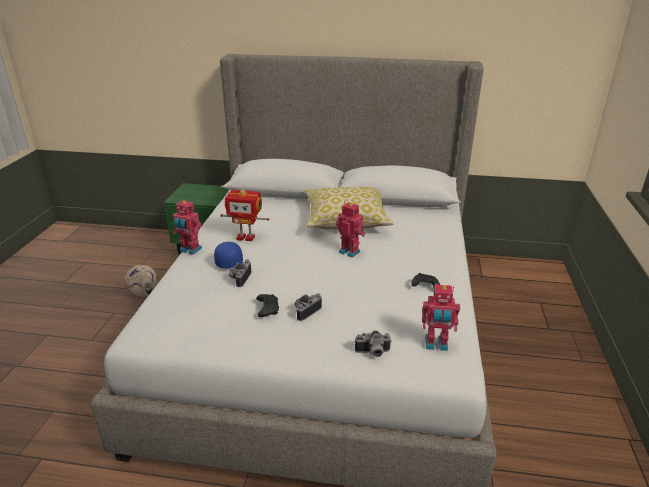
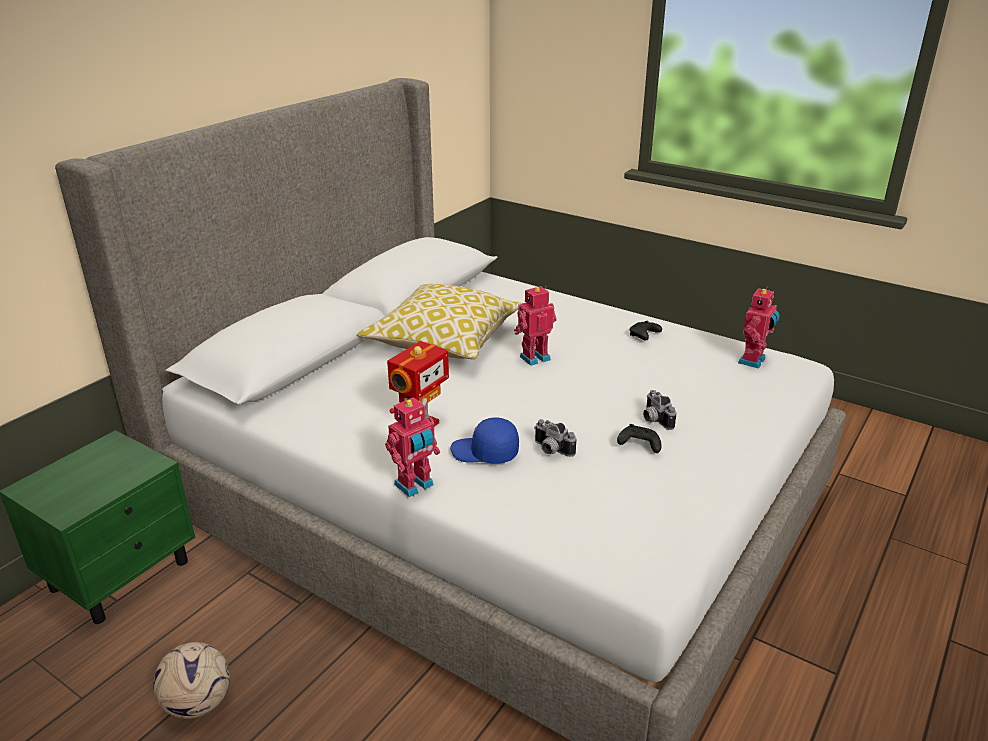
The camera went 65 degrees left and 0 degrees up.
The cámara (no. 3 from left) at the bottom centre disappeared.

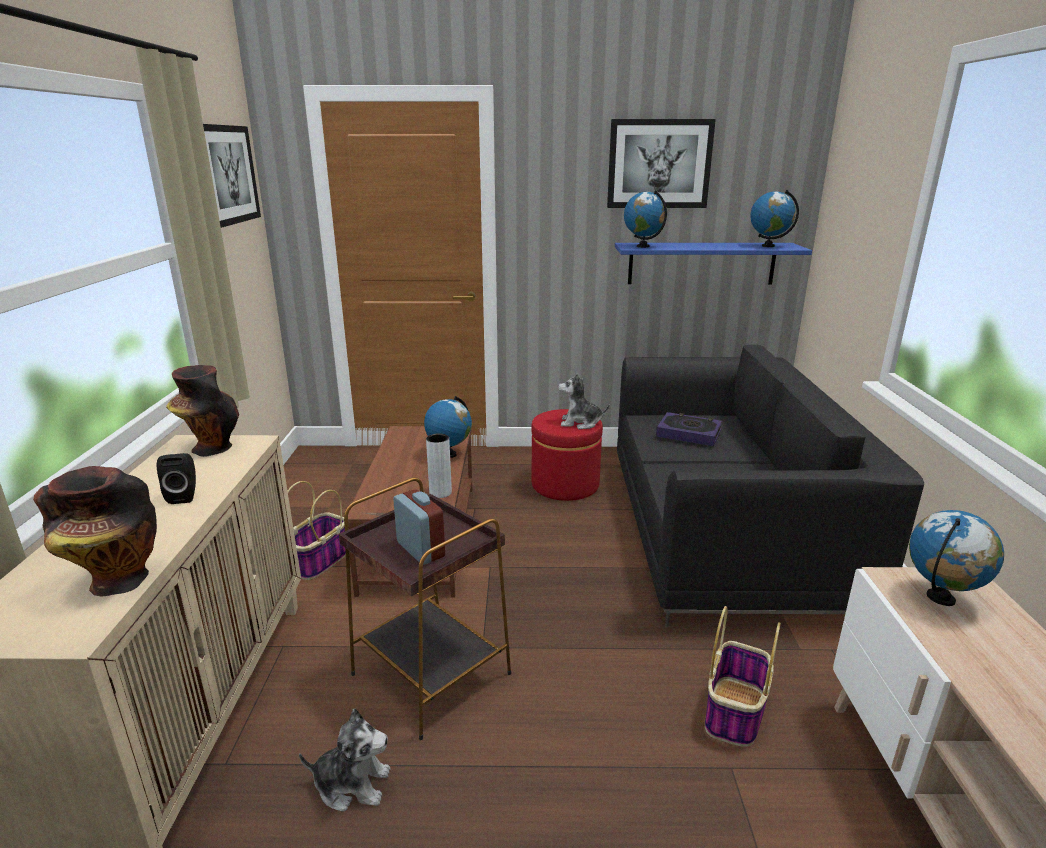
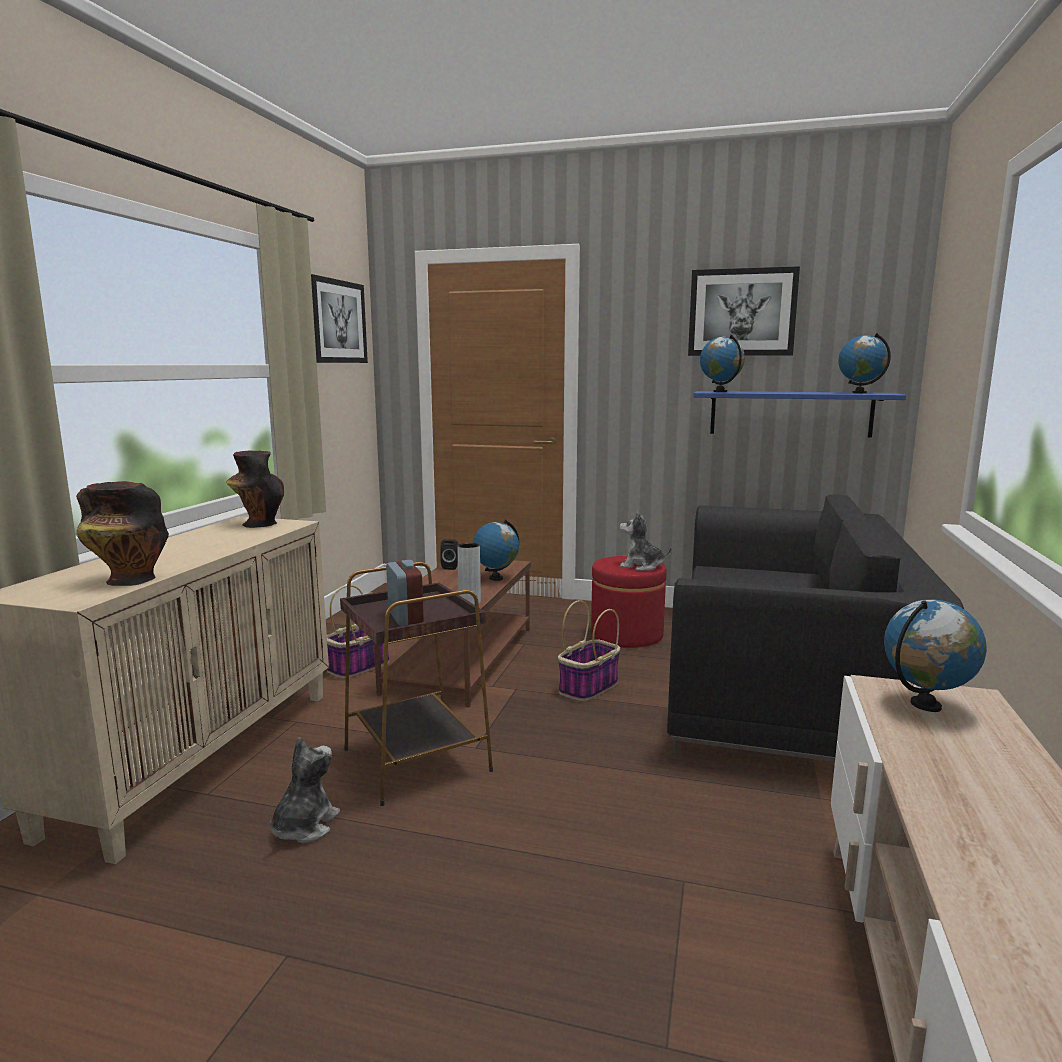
The camera went 15 degrees right and 10 degrees down.
The peluche (no. 1 from left) at the bottom left turned 90 degrees counterclockwise.
The altavoz [negro] moved from the middle left to the centre.
The cesta (no. 2 from left) moved from the bottom right to the centre.
The libro at the centre disappeared.

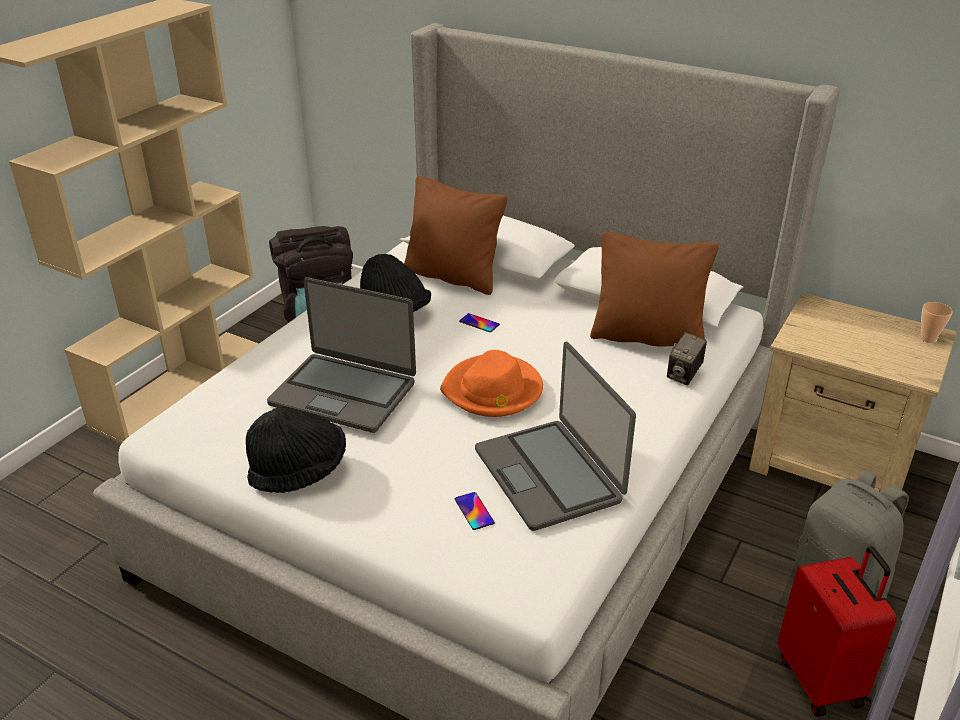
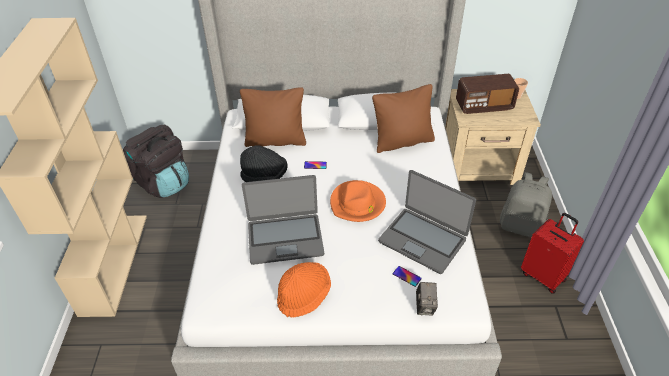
The camera went 30 degrees left and 10 degrees up.
The sombrero [negro] (no. 1 from left) at the middle left became the sombrero [naranja] (no. 1 from left) at the bottom centre.
The cámara moved from the middle right to the bottom centre.
The radio at the top right appeared.

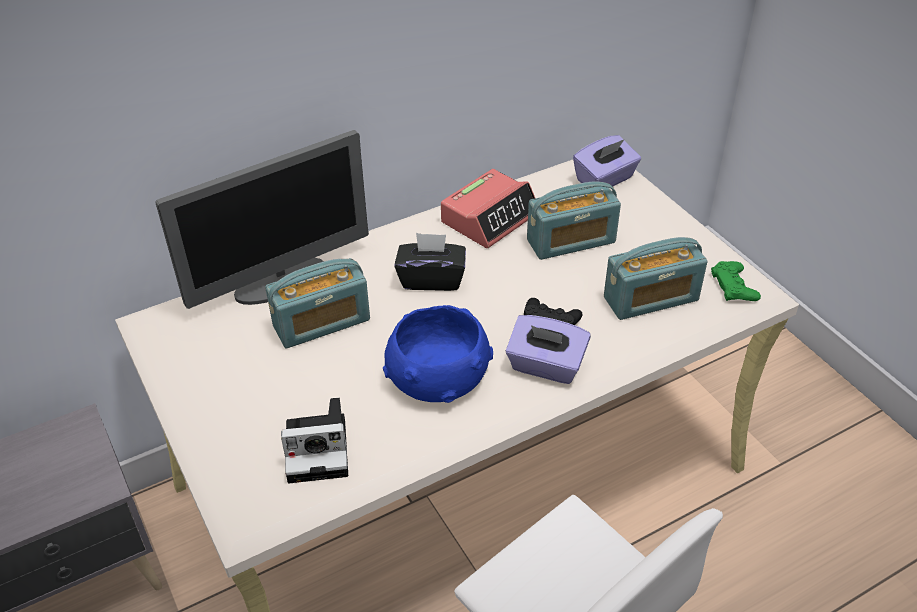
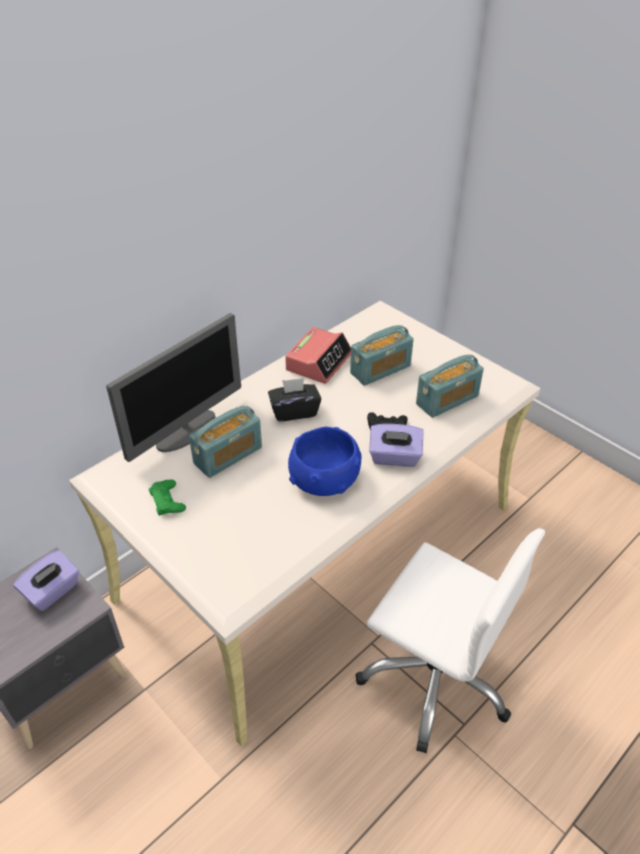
The camera went 15 degrees left and 0 degrees up.
The caja de pañuelos [morado] (no. 2 from left in the first image) moved from the top centre to the bottom left.
The mando de consola [verde] moved from the middle right to the middle left.
The cámara at the bottom centre disappeared.

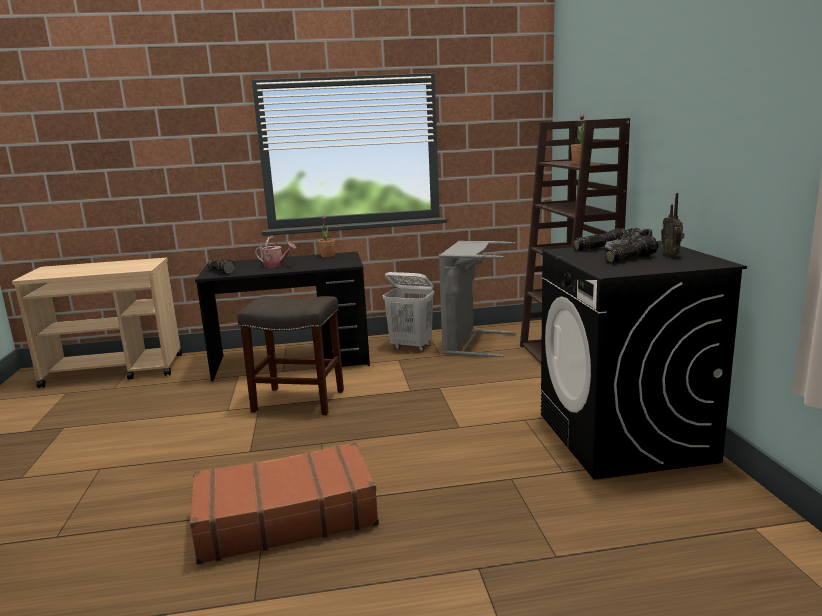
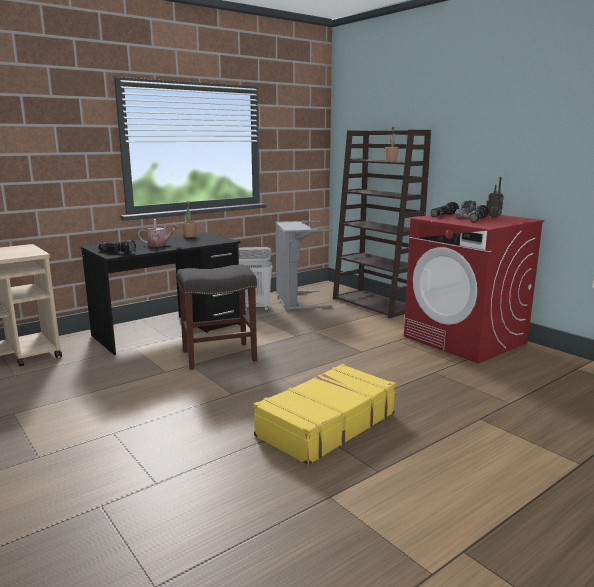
The camera went 30 degrees left and 0 degrees up.
The maleta [marrón] at the bottom centre became the maleta [amarillo] at the bottom centre.
The lavadora [negro] at the middle right became the lavadora [rojo] at the middle right.

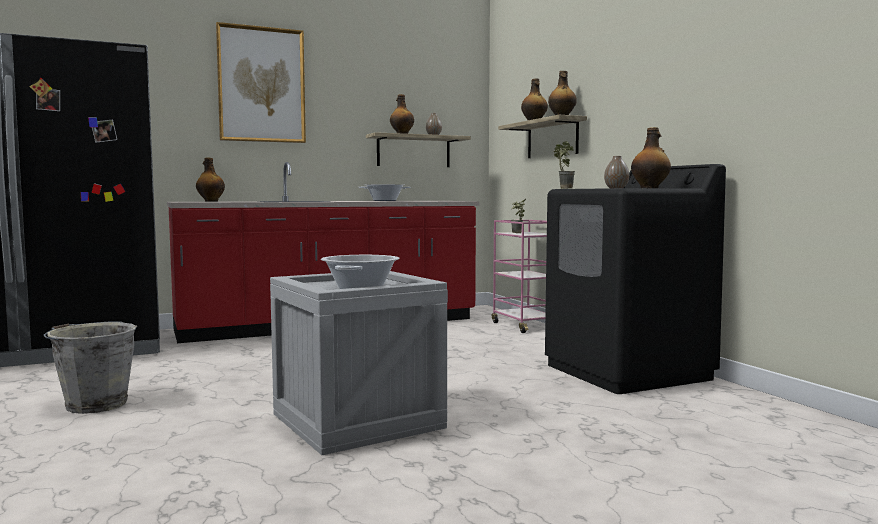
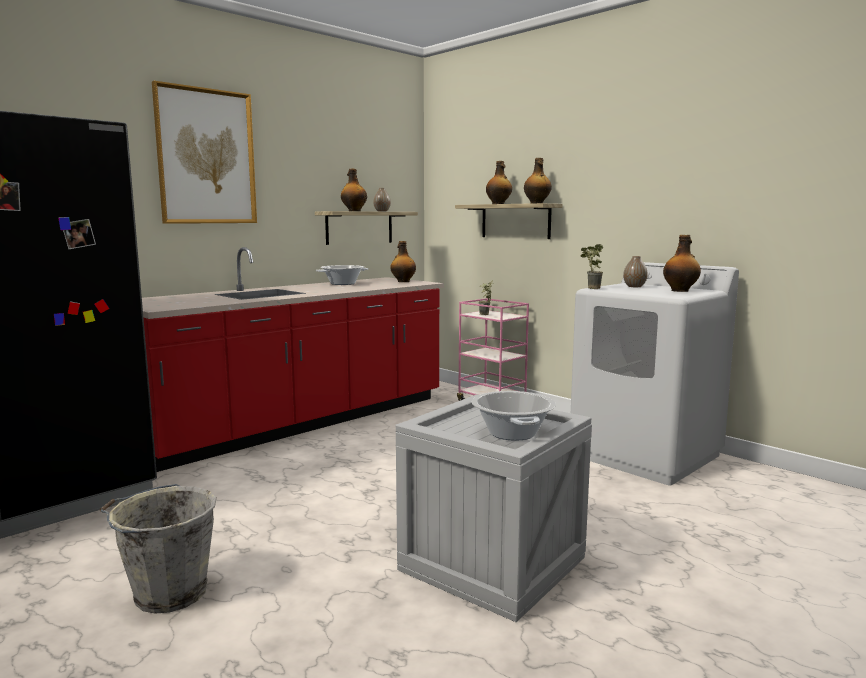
The camera went 20 degrees left and 5 degrees up.
The botella (no. 1 from left in the first image) moved from the middle left to the centre.
The lavadora [negro] at the middle right became the lavadora [blanco] at the middle right.

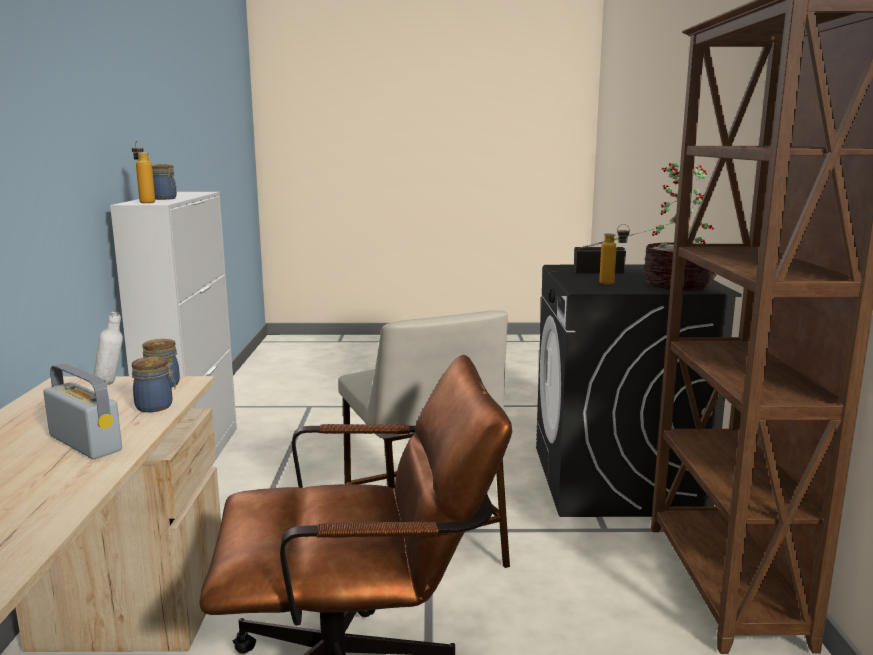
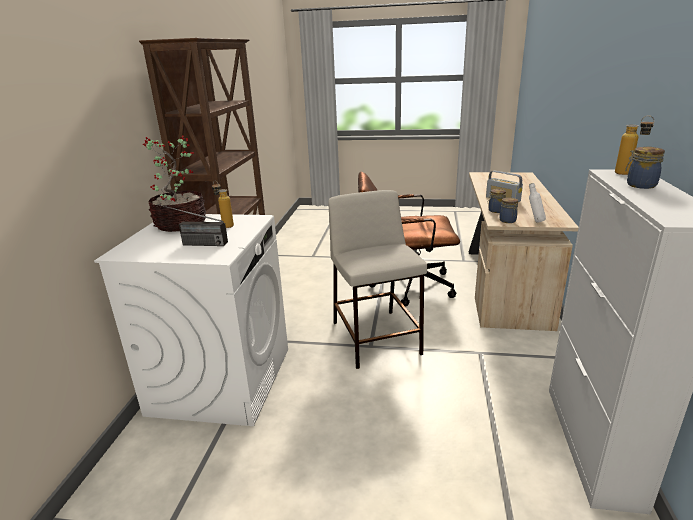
The camera went 170 degrees left and 10 degrees up.
The lavadora [negro] at the middle right became the lavadora [blanco] at the middle left.

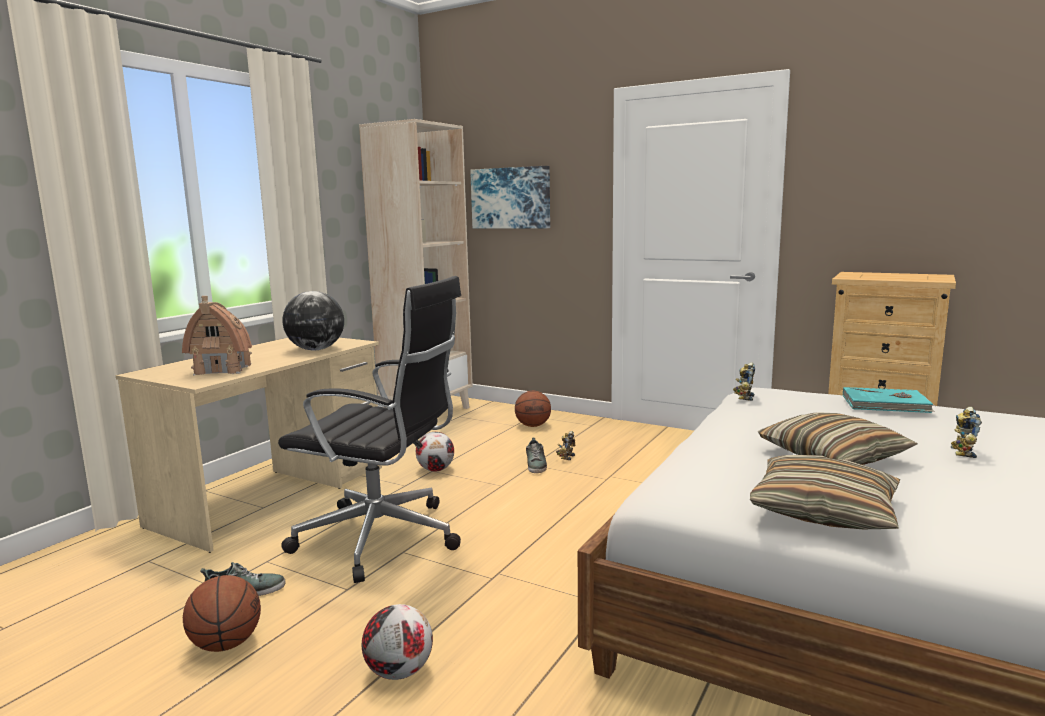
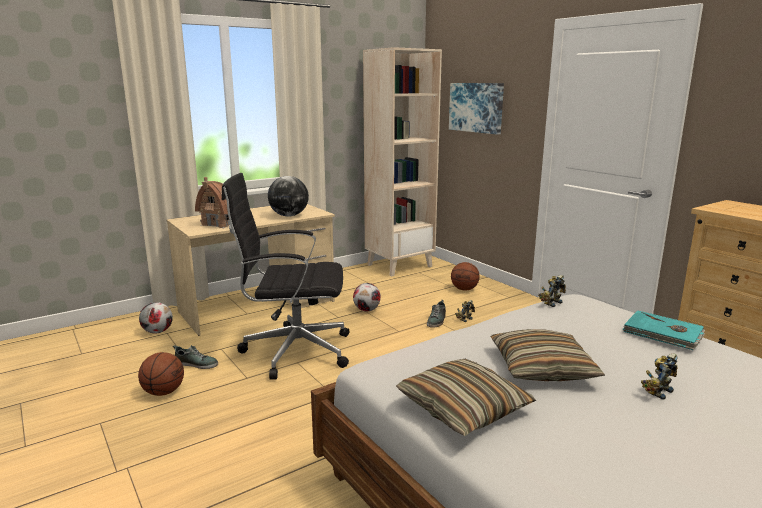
The camera went 25 degrees right and 5 degrees up.
The balón de fútbol (no. 1 from left) moved from the bottom centre to the middle left.
The silla de oficina [negro] at the centre turned 135 degrees clockwise.

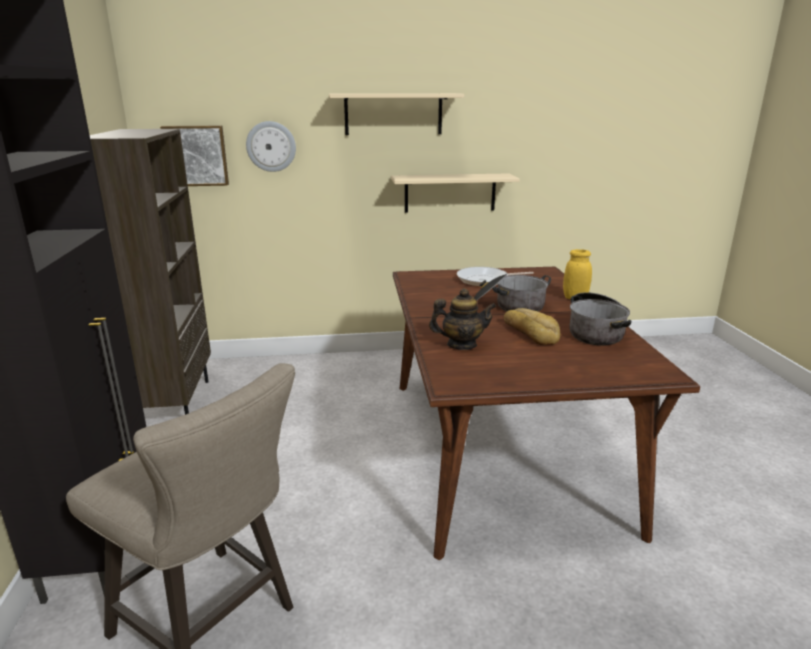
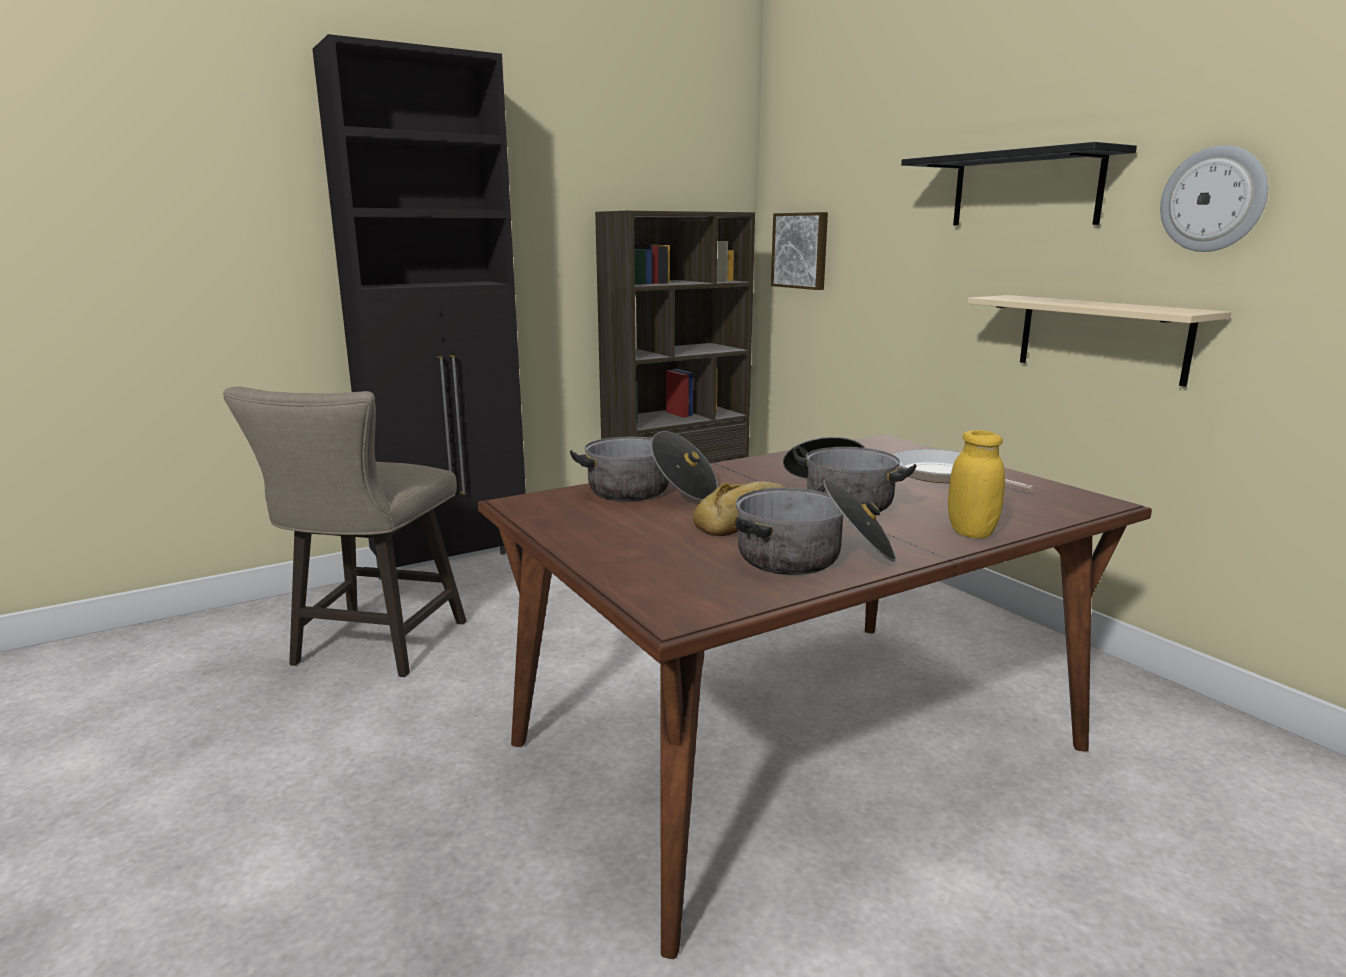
The camera went 65 degrees right and 5 degrees down.
The tetera at the centre was replaced by the olla (no. 1 from left) at the centre.
The estante [beis] (no. 1 from left) at the top centre became the estante [negro] at the top right.
The reloj de pared moved from the top centre to the top right.

